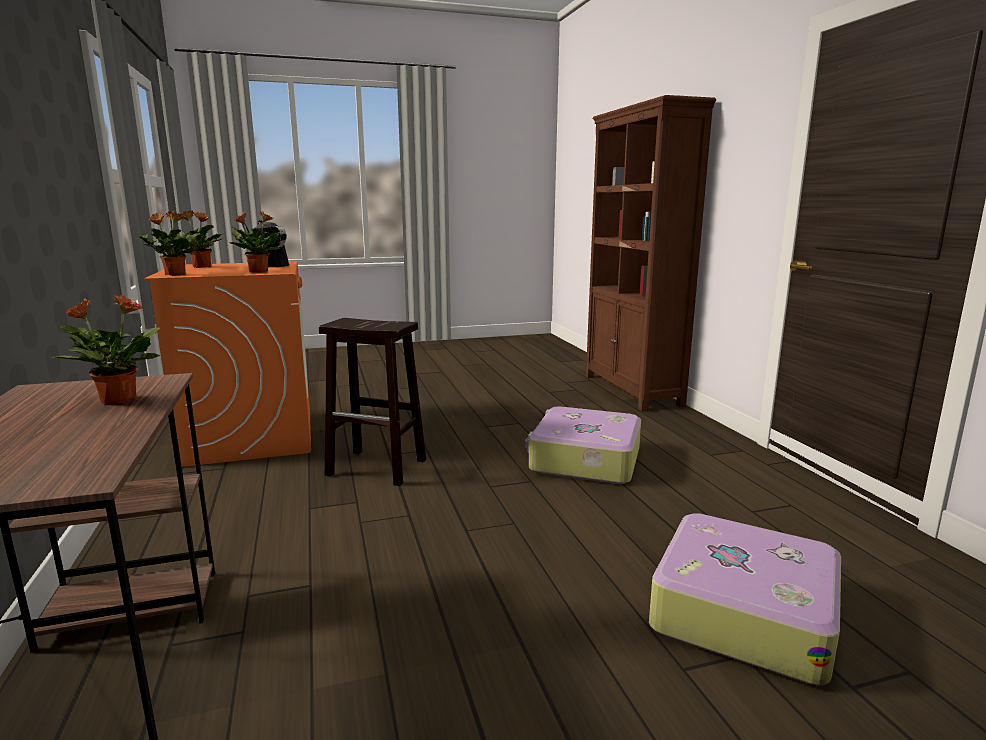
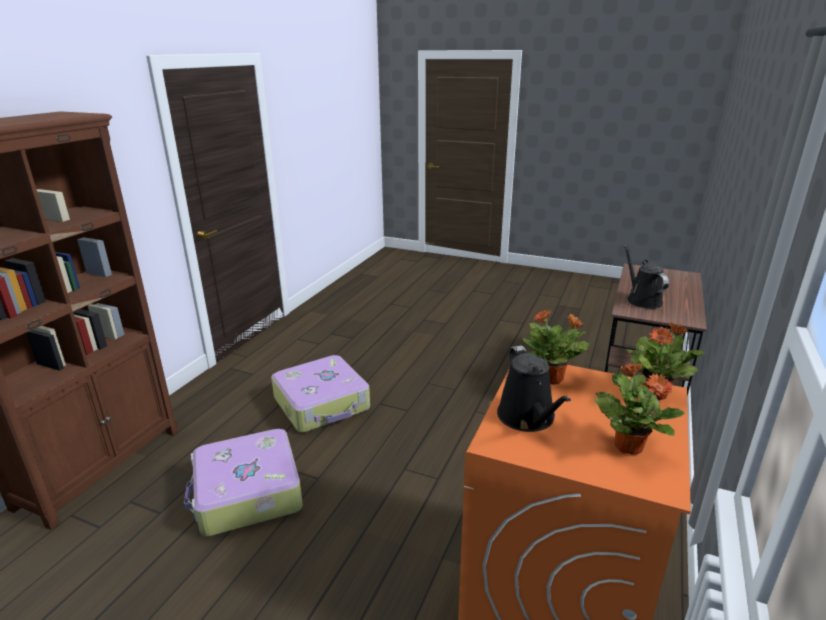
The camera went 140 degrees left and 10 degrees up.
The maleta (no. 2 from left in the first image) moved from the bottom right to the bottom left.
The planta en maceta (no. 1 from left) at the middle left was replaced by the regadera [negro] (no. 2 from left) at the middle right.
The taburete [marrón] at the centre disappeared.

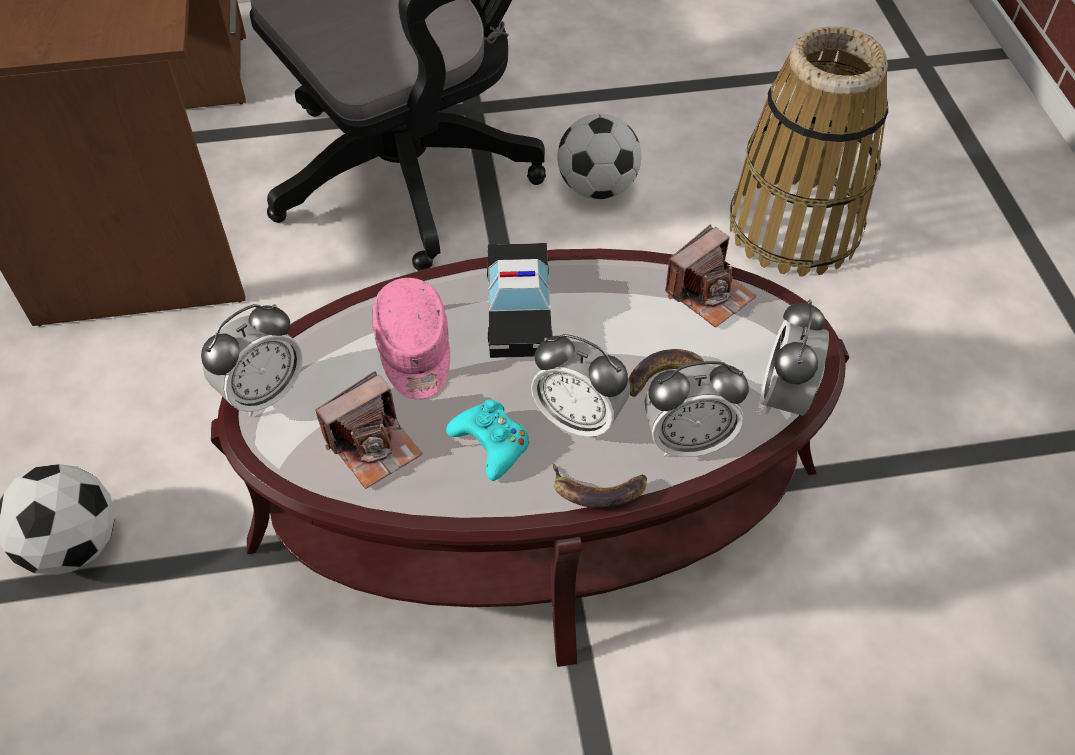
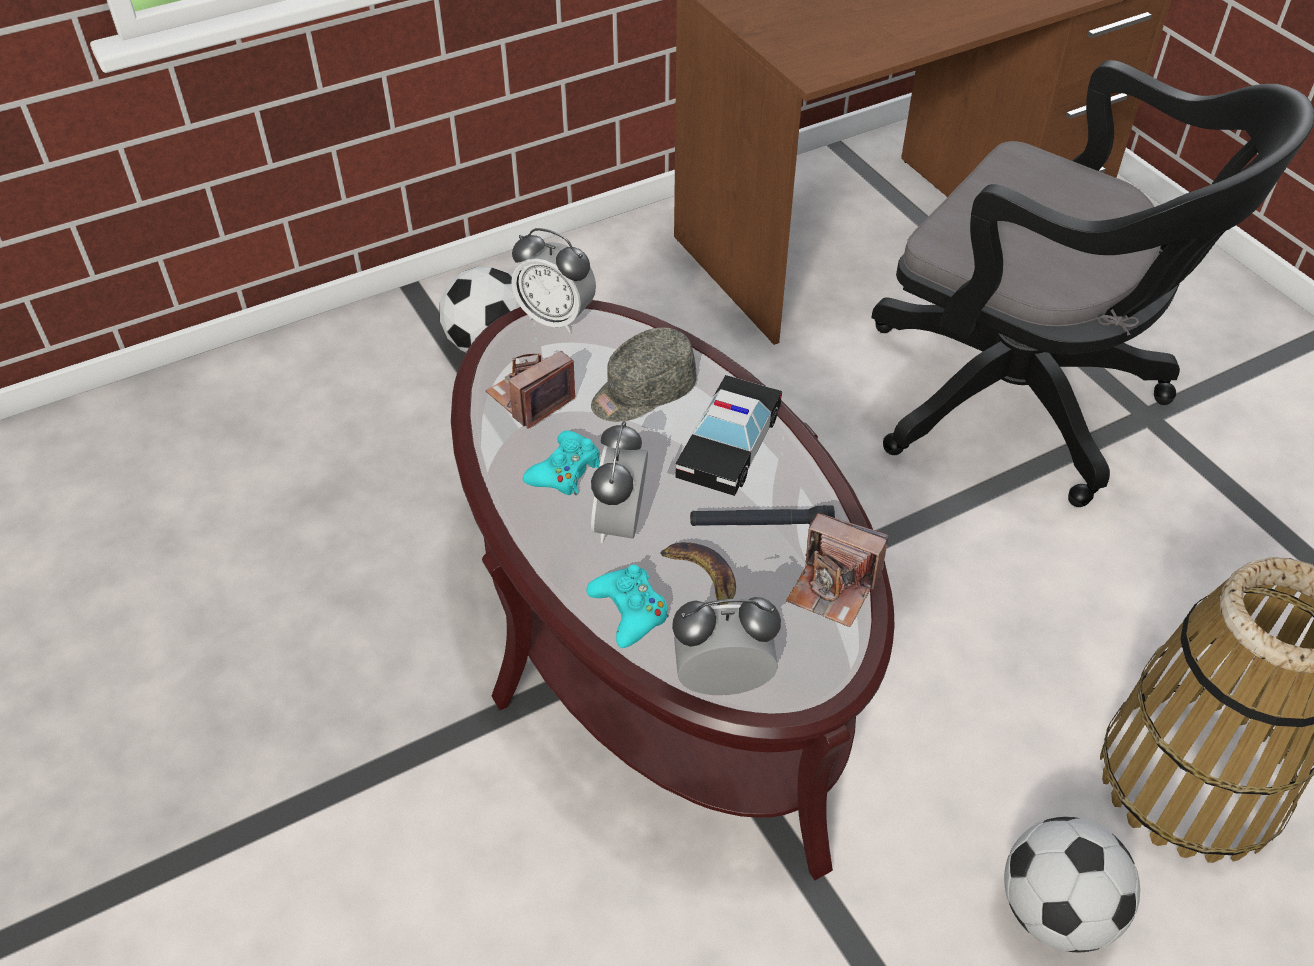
The camera went 70 degrees right and 5 degrees down.
The cámara (no. 1 from left) at the centre turned 105 degrees clockwise.
The despertador (no. 3 from left) at the centre was replaced by the mando de consola [turquesa] (no. 2 from left) at the centre.
The gorra [rosa] at the centre became the gorra [gris] at the centre.
The coche de juguete at the centre turned 45 degrees counterclockwise.
The linterna [negro] at the centre appeared.
The balón de fútbol (no. 2 from left) moved from the top centre to the bottom right.
The plátano (no. 1 from left) at the centre disappeared.

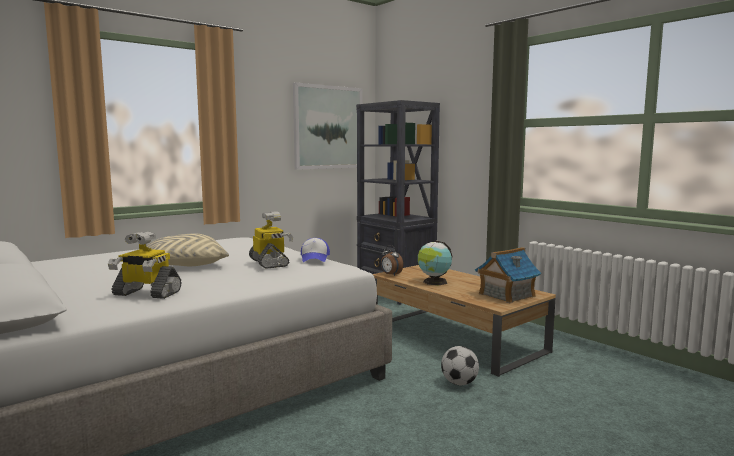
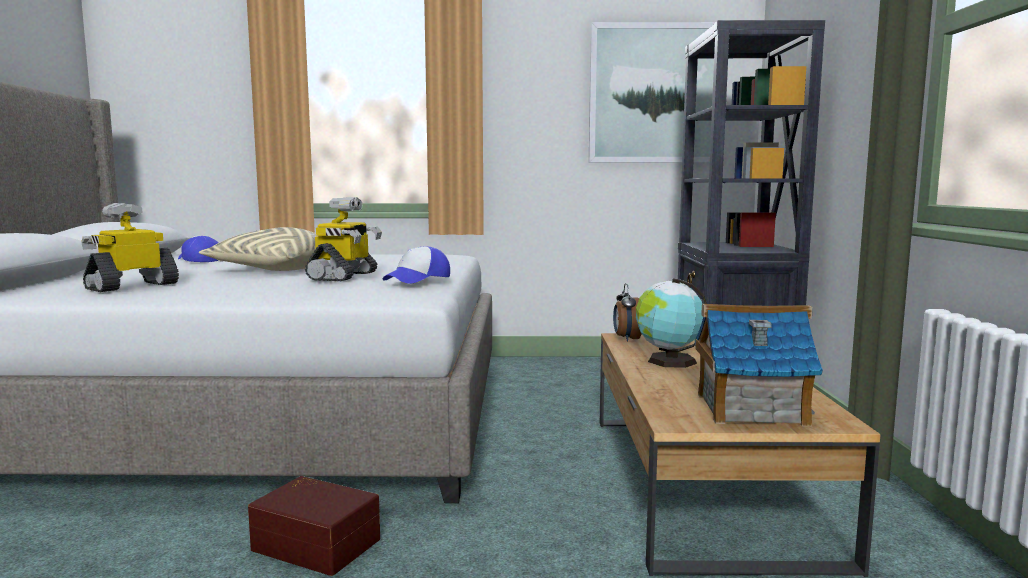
The camera went 40 degrees right and 0 degrees up.
The robot de juguete (no. 1 from left) at the middle left turned 75 degrees clockwise.
The gorra (no. 1 from left) at the middle left appeared.
The caja de almacenaje [marrón] at the bottom left appeared.
The balón de fútbol at the bottom centre disappeared.

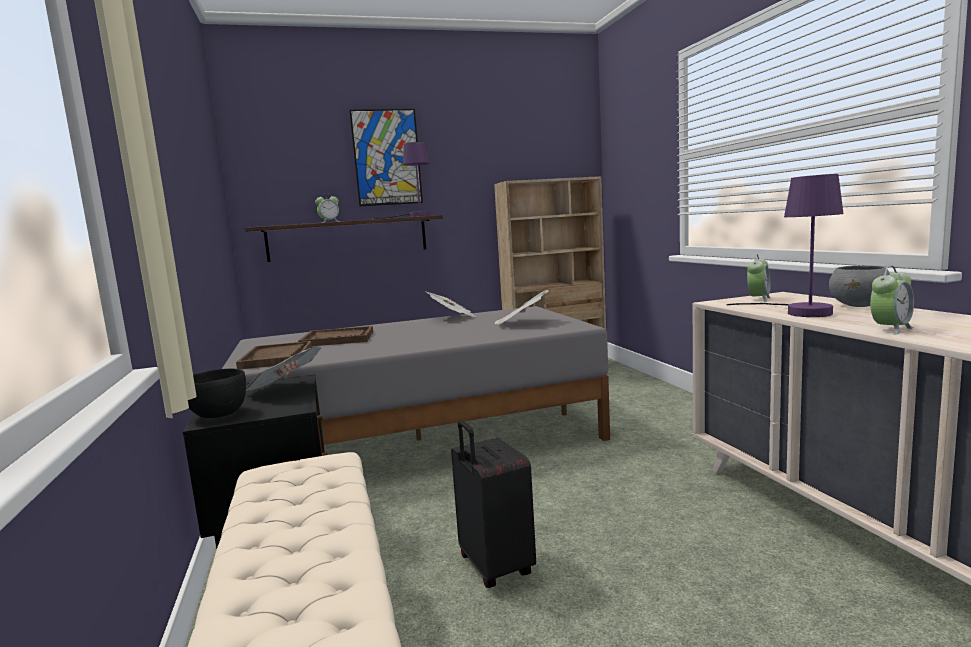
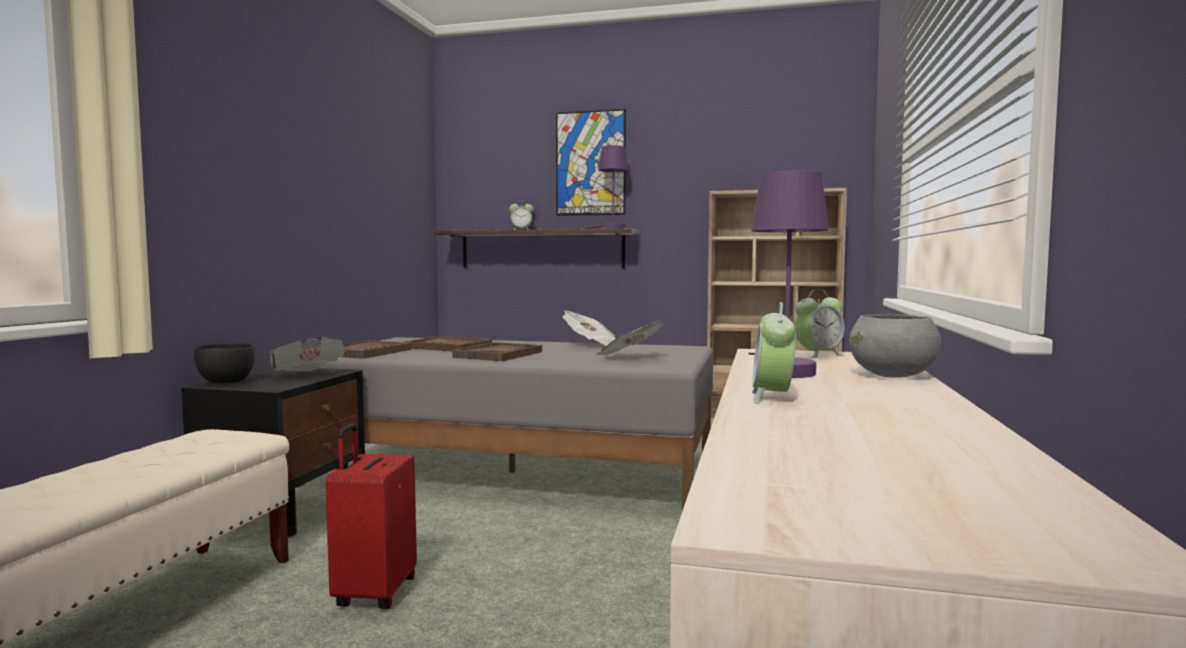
The camera went 30 degrees right and 5 degrees down.
The maleta [negro] at the bottom centre became the maleta [rojo] at the bottom left.
The bandeja [marrón] (no. 3 from left) at the centre appeared.
The despertador (no. 3 from left in the first image) at the middle right turned 105 degrees clockwise.

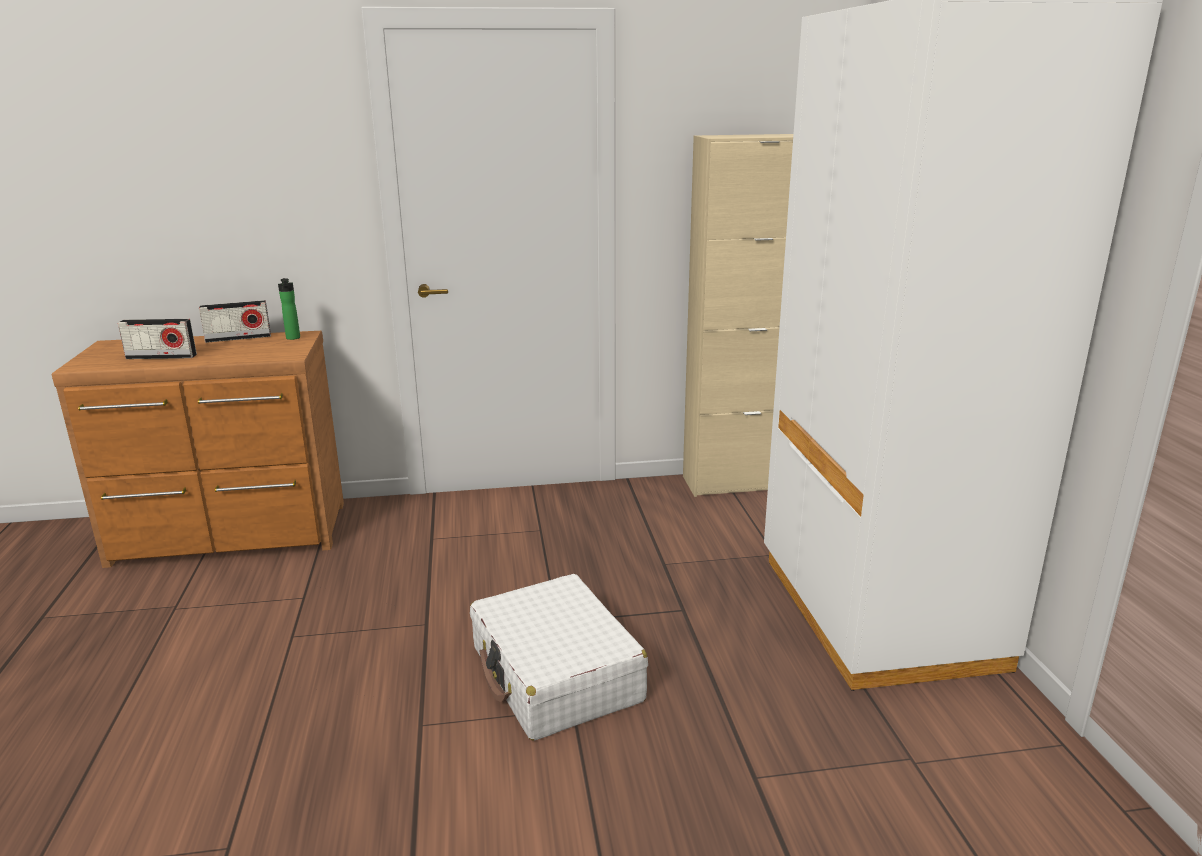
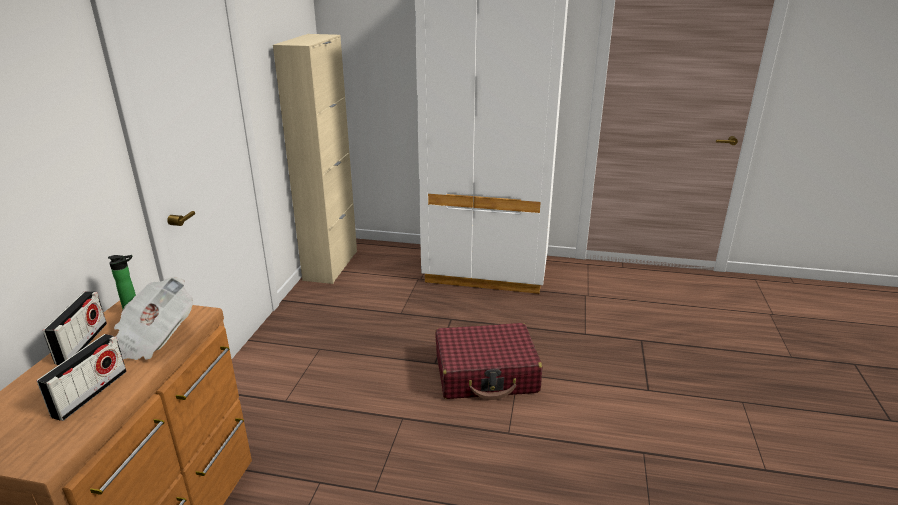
The camera went 70 degrees left and 5 degrees up.
The periódico at the middle left appeared.
The maleta [blanco] at the bottom centre became the maleta [rojo] at the bottom centre.

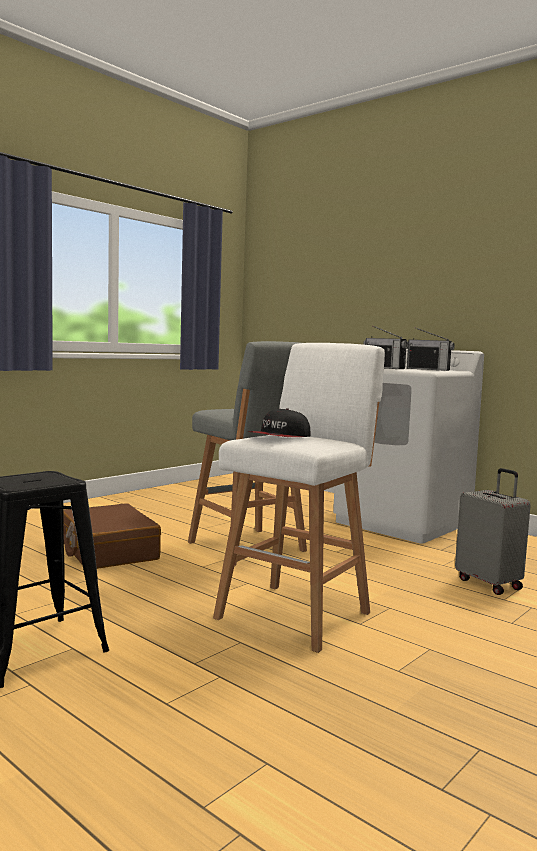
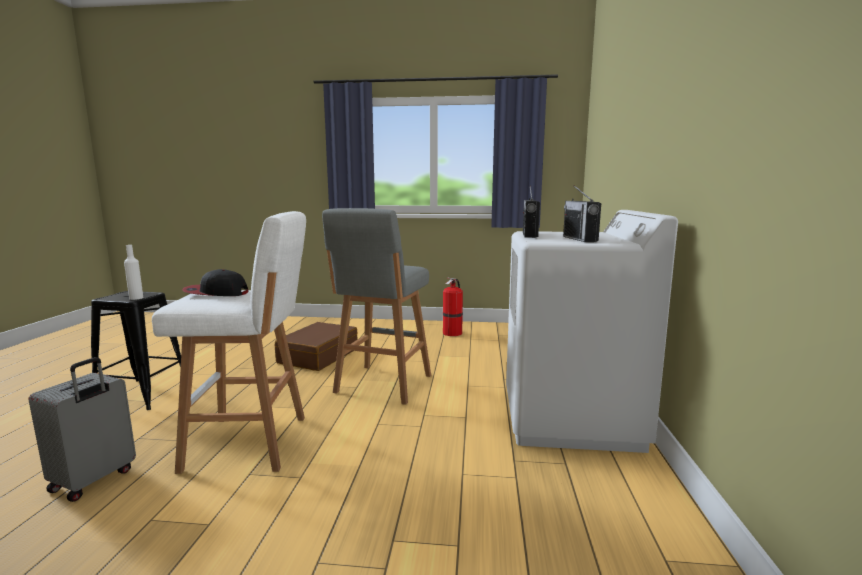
The camera went 55 degrees right and 5 degrees up.
The maleta [gris] moved from the middle right to the bottom left.
The botella [blanco] at the middle left appeared.
The extintor at the centre appeared.

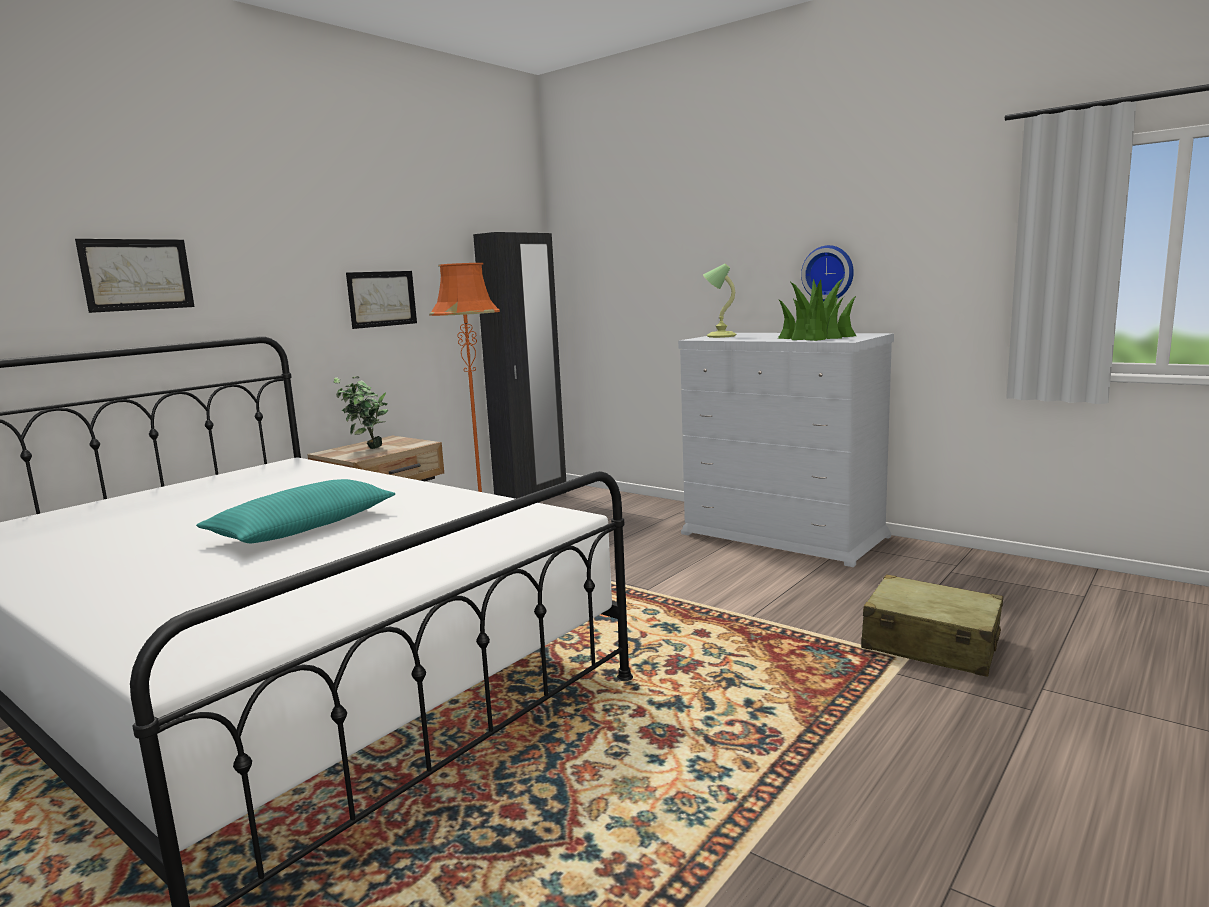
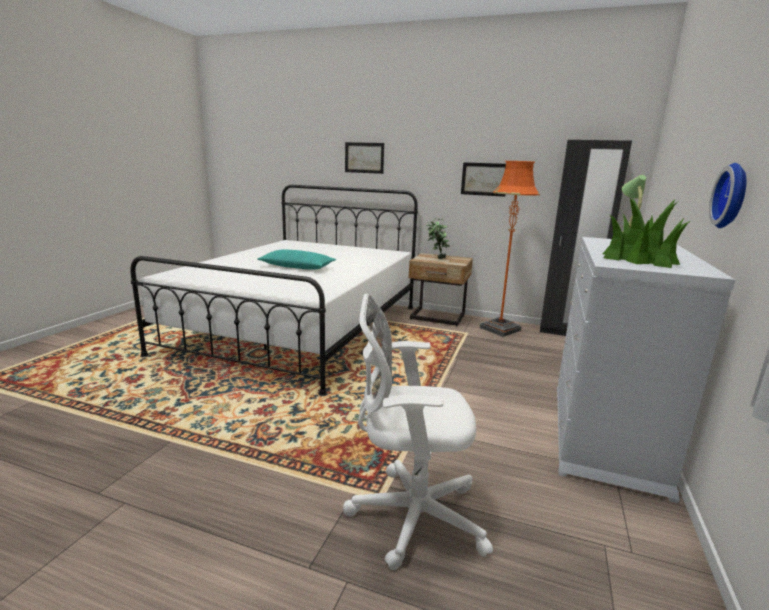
The camera went 70 degrees right and 5 degrees up.
The maleta [beis] at the bottom right was replaced by the silla de oficina [blanco] at the bottom centre.

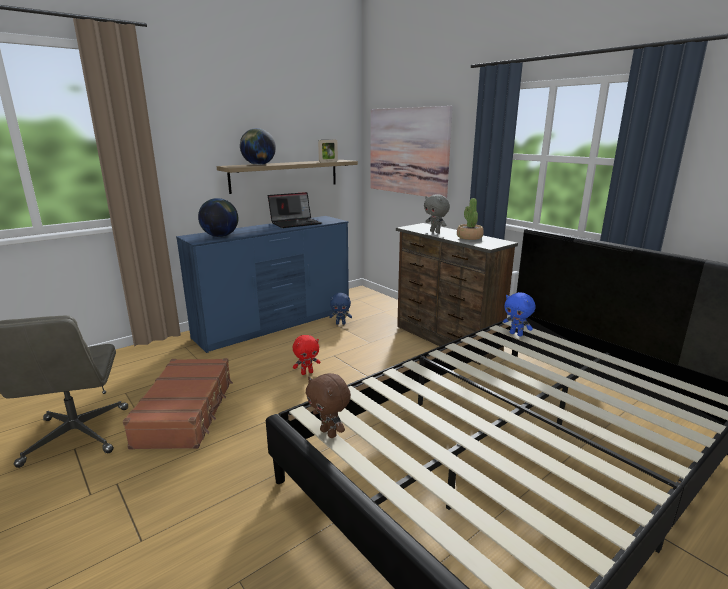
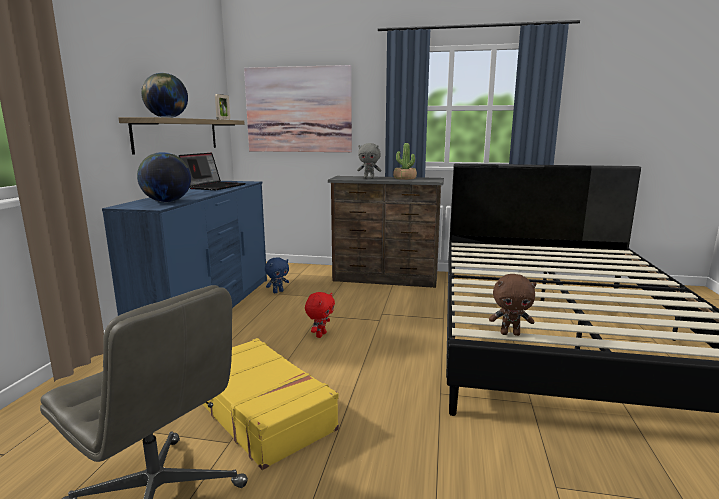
The camera went 40 degrees left and 5 degrees down.
The maleta [marrón] at the bottom left became the maleta [amarillo] at the bottom centre.
The peluche [azul] (no. 2 from left) at the middle right disappeared.

